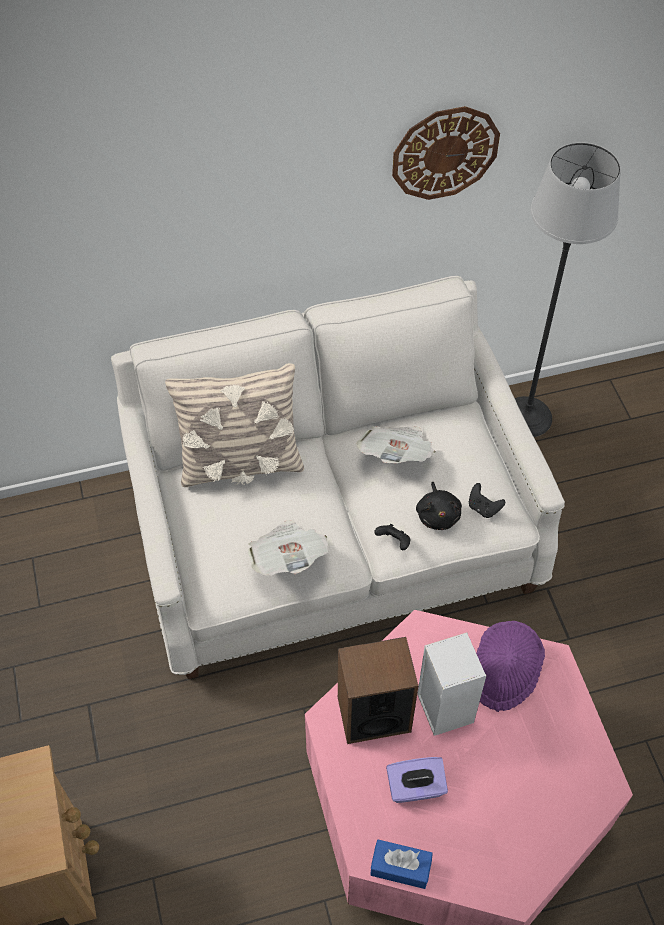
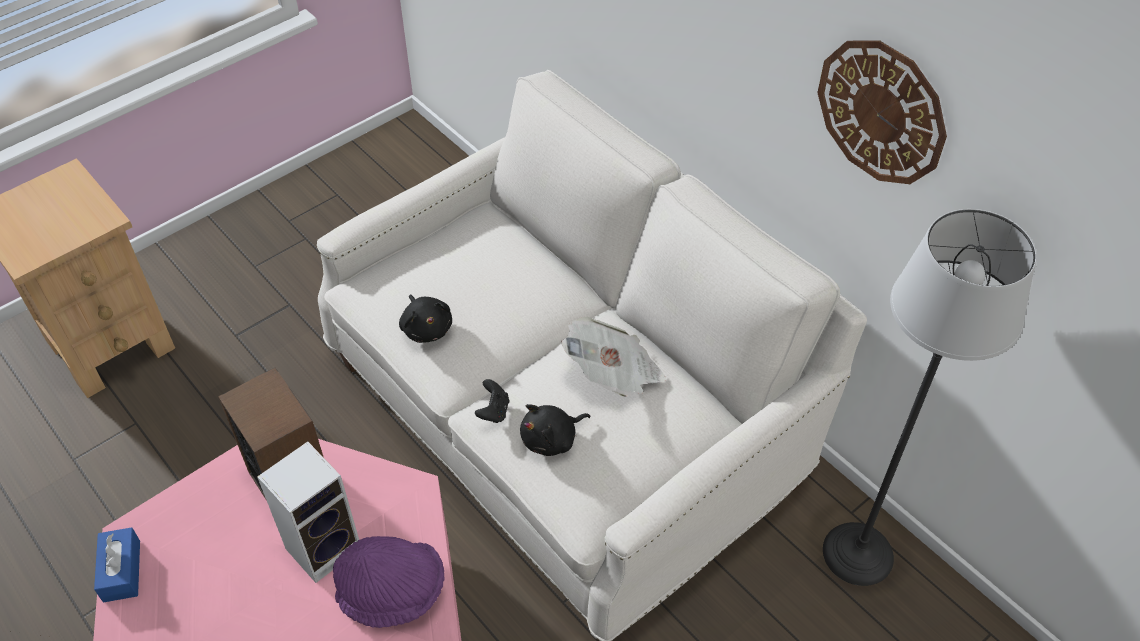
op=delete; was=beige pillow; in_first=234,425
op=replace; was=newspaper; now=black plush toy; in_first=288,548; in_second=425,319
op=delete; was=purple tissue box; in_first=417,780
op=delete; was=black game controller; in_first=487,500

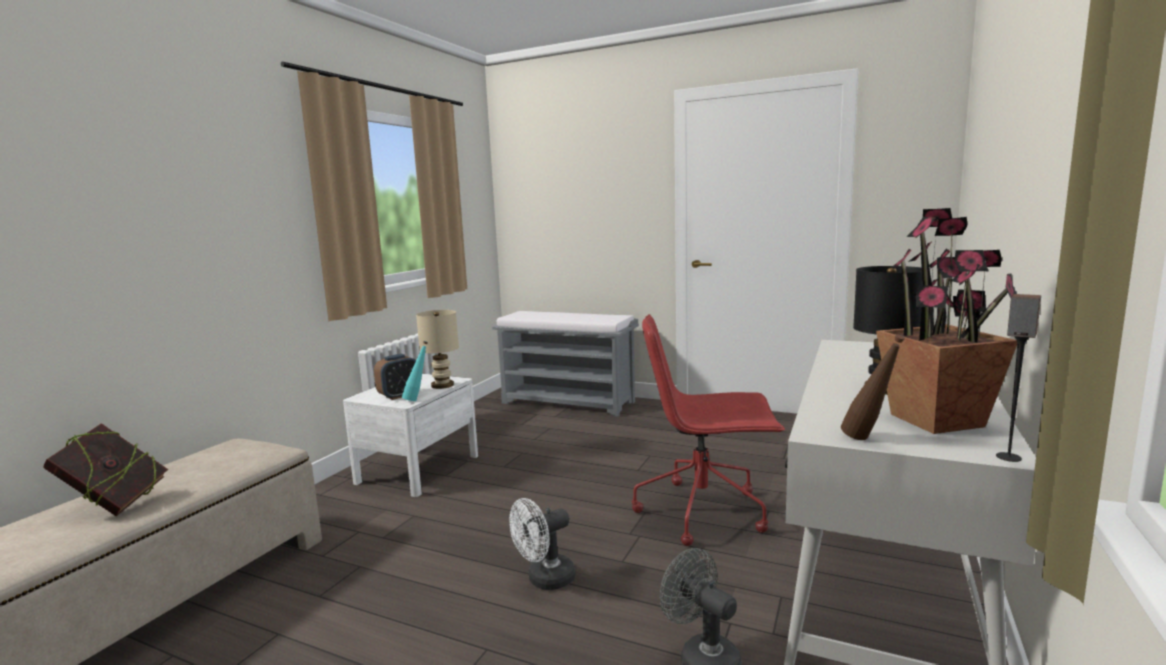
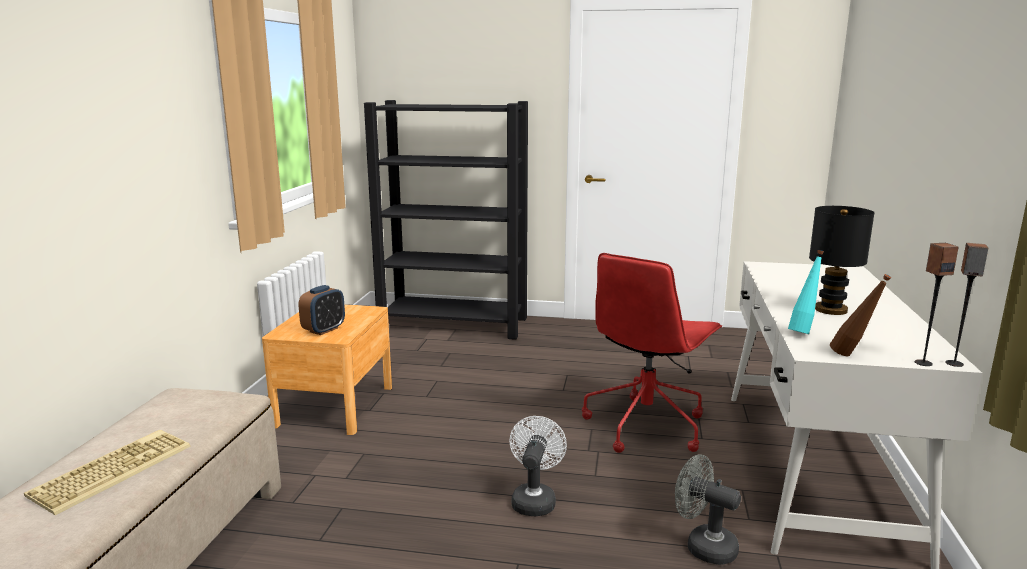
op=replace; was=book; now=keyboard; in_first=105,469; in_second=107,472
op=recolor; was=white nightstand; now=brown nightstand; in_first=410,435; in_second=327,369
op=move; was=turquoise bottle; in_first=415,371; in_second=806,292
op=delete; was=beige table lamp; in_first=437,349
op=replace; was=grey bench; now=black bookcase; in_first=565,364; in_second=446,220
op=rotate; was=white fan; in_first=542,544; in_second=538,466; clockwise=150
op=rotate; was=red office chair; in_first=708,430; in_second=652,353; clockwise=-45
op=delete; was=potted plant; in_first=946,321
op=insert; now=speaker; in_second=937,304

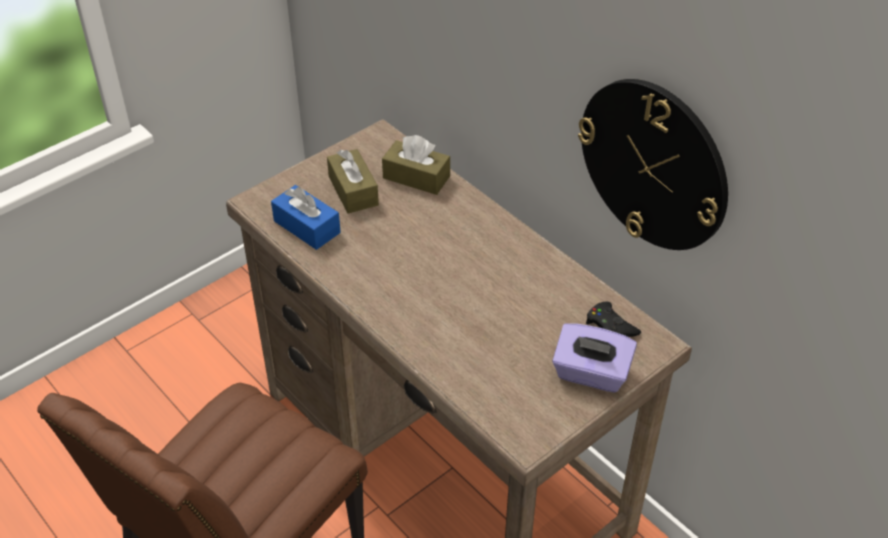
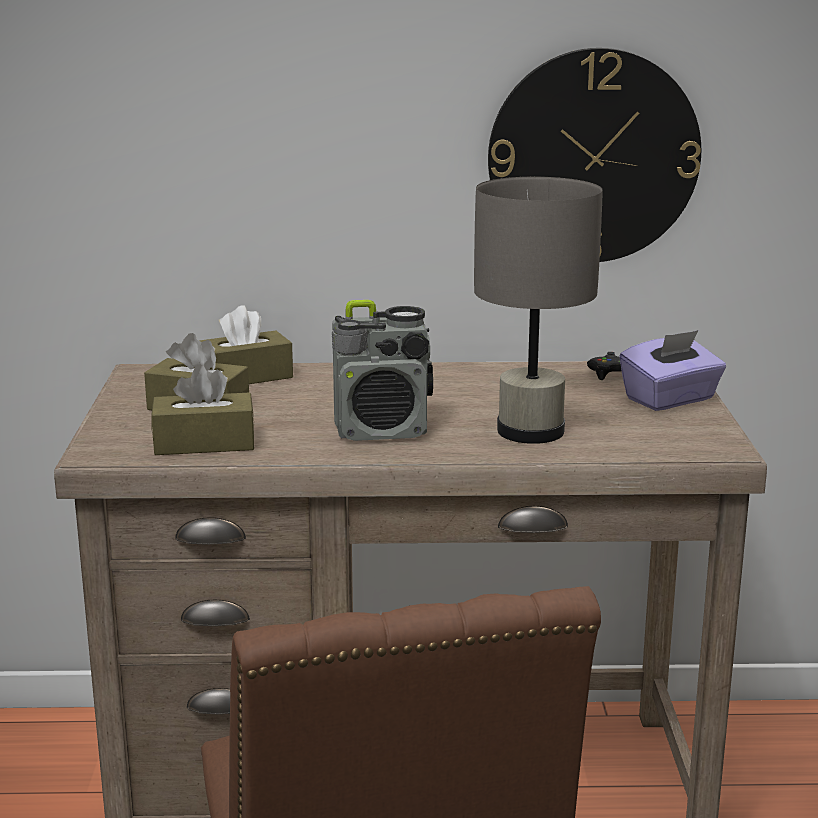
op=recolor; was=blue tissue box; now=brown tissue box; in_first=306,217; in_second=203,410
op=insert; now=radio; in_second=382,370
op=insert; now=grey table lamp; in_second=538,310

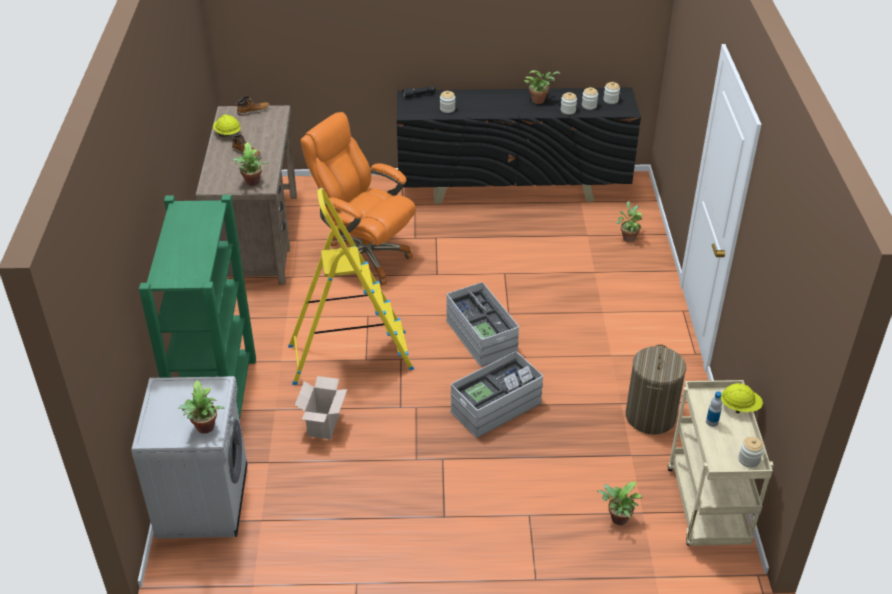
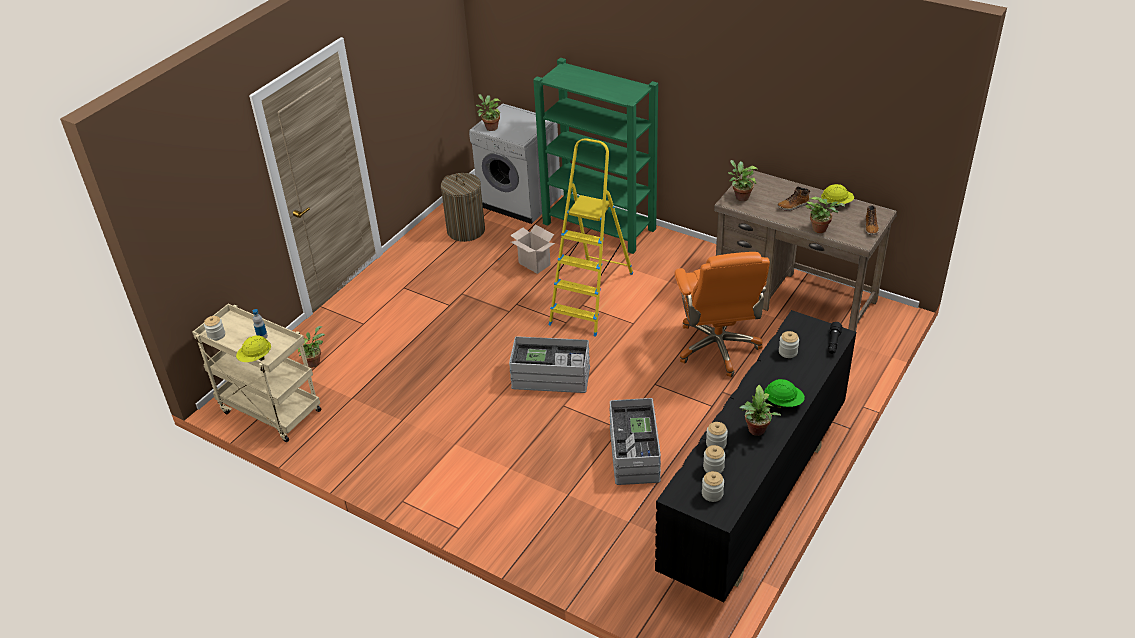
op=rotate; was=orange office chair; in_first=358,198; in_second=722,314; clockwise=105
op=move; was=grey storage box; in_first=496,394; in_second=635,441
op=move; was=potted plant; in_first=629,221; in_second=825,215
op=move; was=laundry basket; in_first=656,389; in_second=463,207
op=insert; now=green hard hat; in_second=784,393

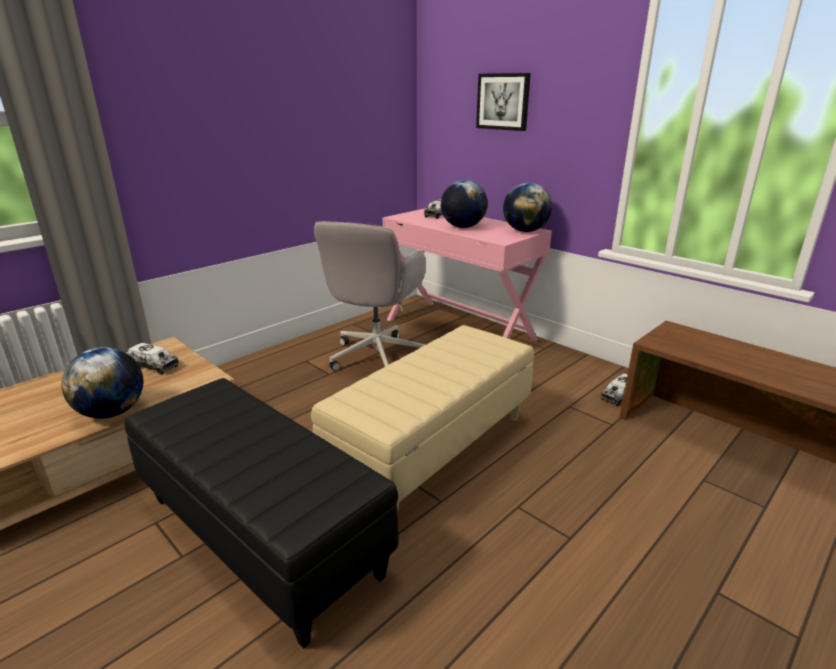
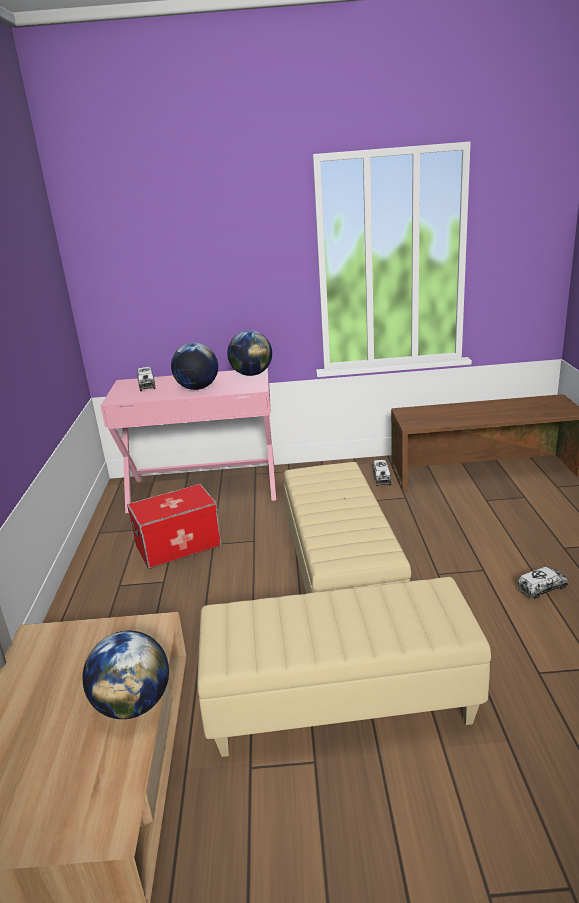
op=recolor; was=black ottoman; now=beige ottoman; in_first=262,513; in_second=344,667
op=move; was=toy truck; in_first=153,359; in_second=542,583
op=replace; was=grey office chair; now=storage box; in_first=370,296; in_second=174,526
op=delete; was=picture; in_first=503,102

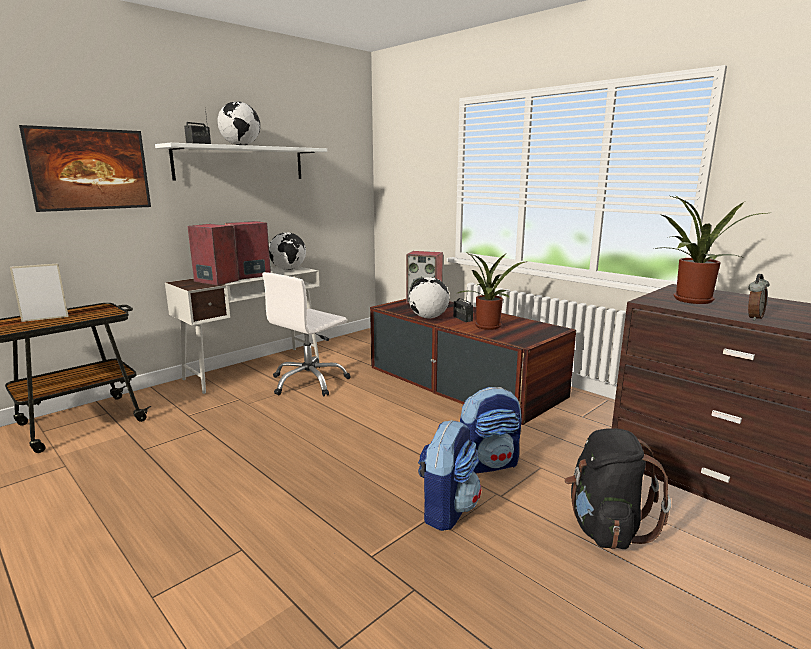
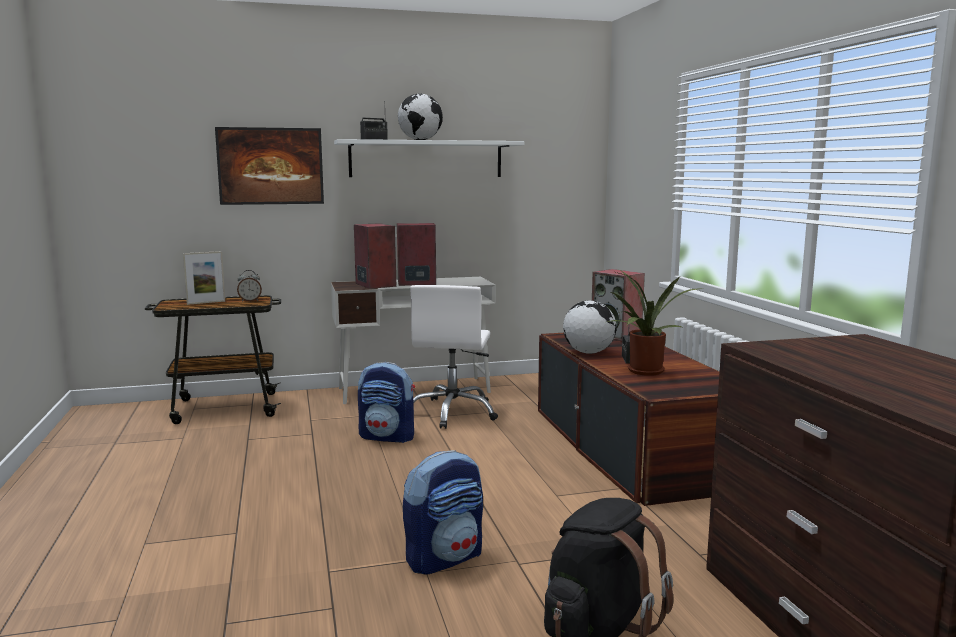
op=rotate; was=picture frame; in_first=39,292; in_second=204,278; clockwise=150
op=rotate; was=white office chair; in_first=306,334; in_second=454,357; clockwise=-60
op=delete; was=globe; in_first=287,251
op=move; was=backpack; in_first=490,430; in_second=386,402
op=delete; was=potted plant; in_first=711,249
op=move; was=alarm clock; in_first=758,297; in_second=249,286

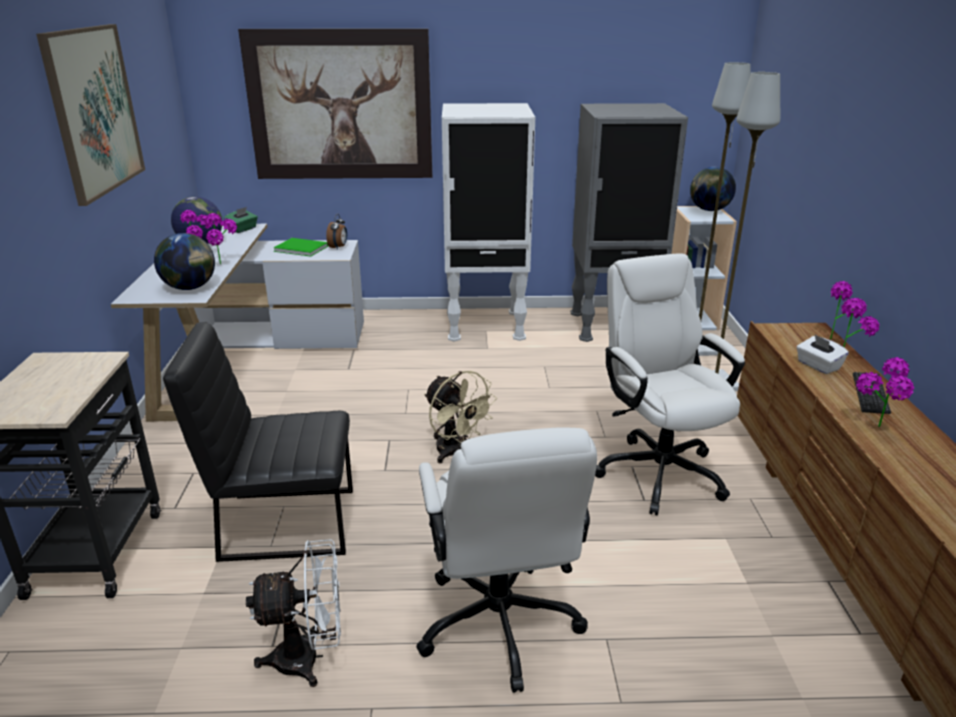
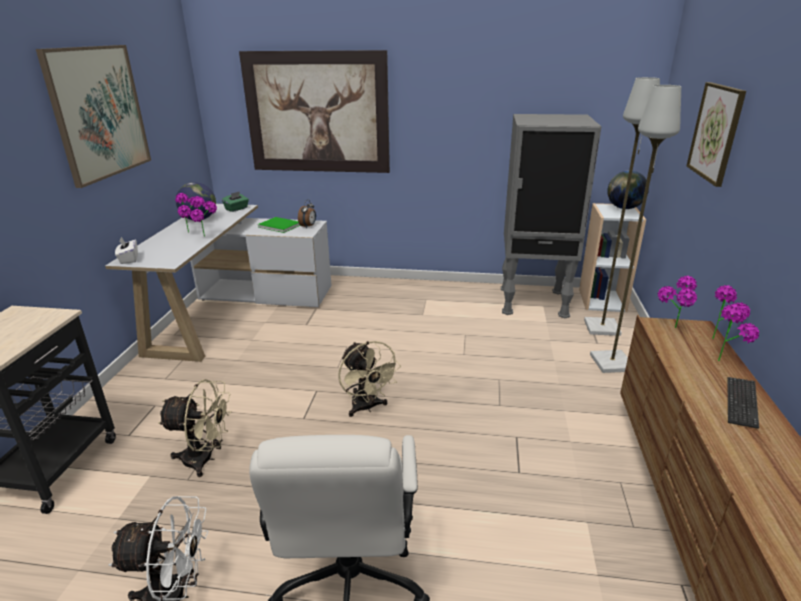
op=delete; was=globe; in_first=184,261
op=replace; was=black chair; now=beige fan; in_first=258,442; in_second=194,428
op=delete; was=white cabinet; in_first=488,222
op=delete; was=white office chair; in_first=670,384
op=move; was=white tissue box; in_first=822,354; in_second=126,250
op=move; was=potted plant; in_first=885,392; in_second=677,302
op=insert; now=picture; in_second=716,134

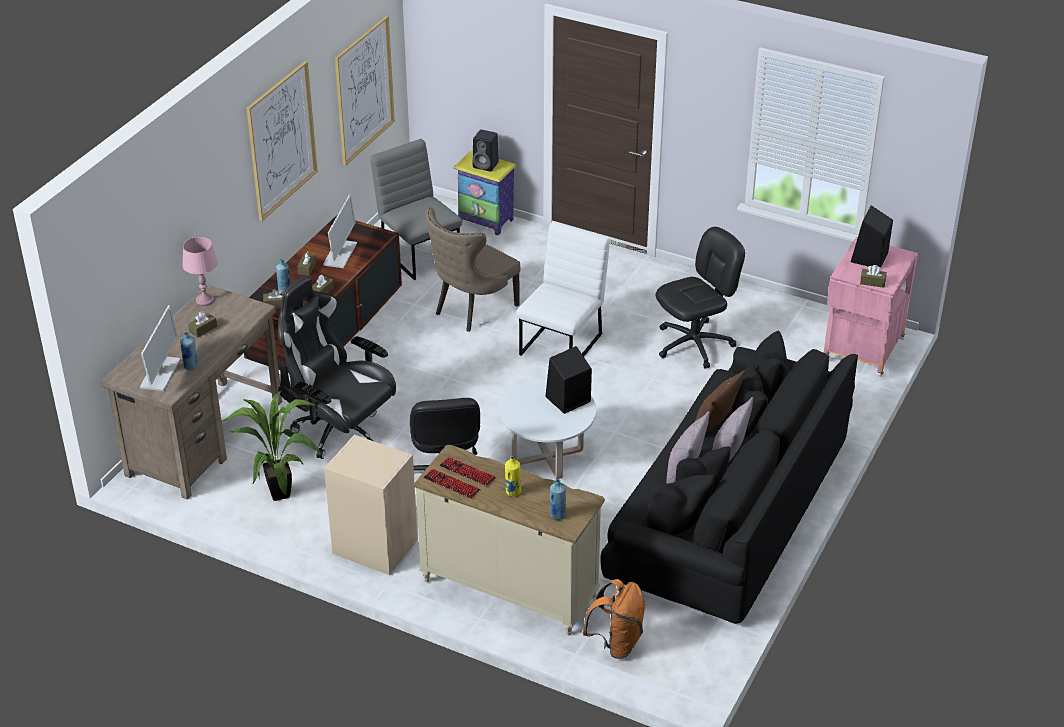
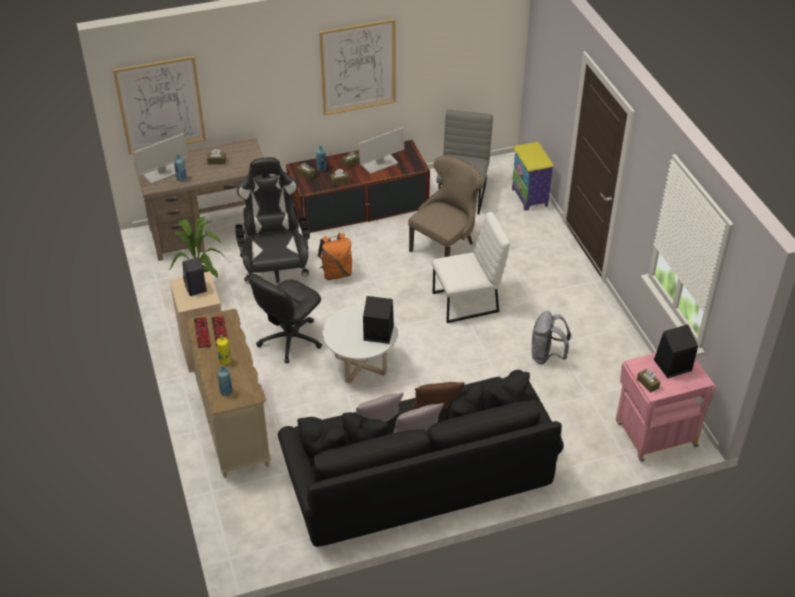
op=delete; was=pink table lamp; in_first=200,271
op=move; was=picture; in_first=365,91; in_second=159,105
op=rotate; was=beige chair; in_first=473,269; in_second=445,206; clockwise=135
op=move; was=black speaker; in_first=485,150; in_second=195,277
op=move; was=orange backpack; in_first=614,619; in_second=335,256
op=replace; was=black office chair; now=grey backpack; in_first=700,297; in_second=551,337

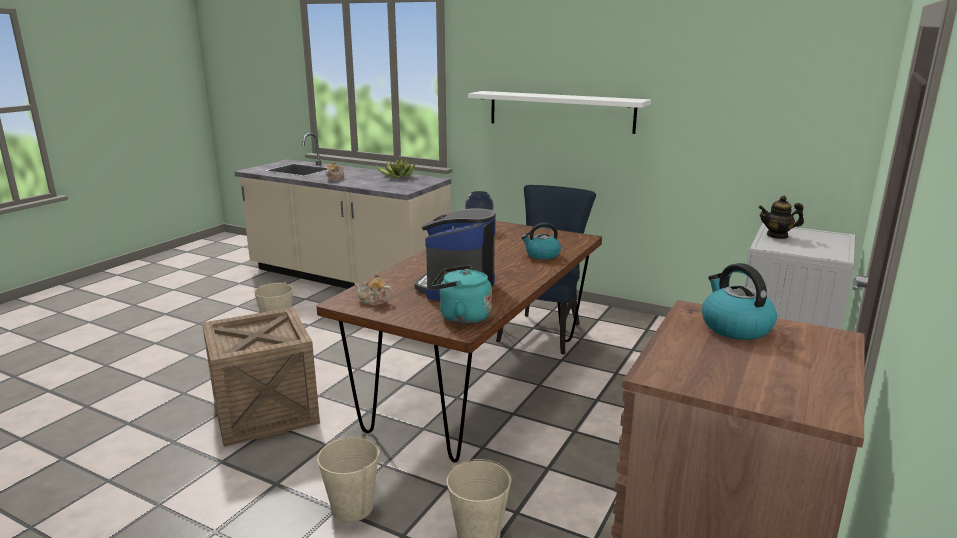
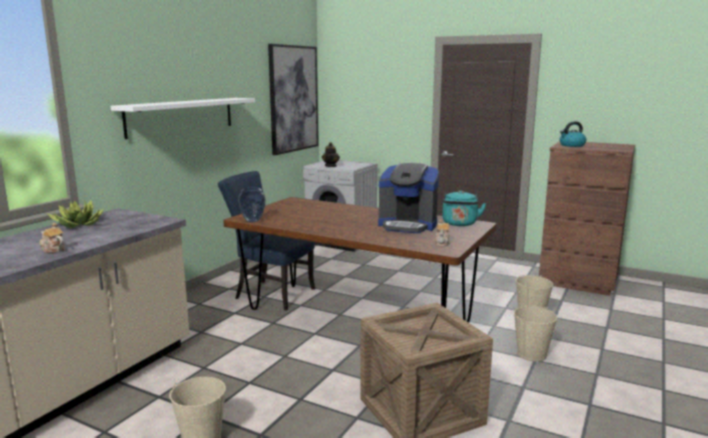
op=delete; was=kettle; in_first=541,241
op=insert; now=picture; in_second=293,99

